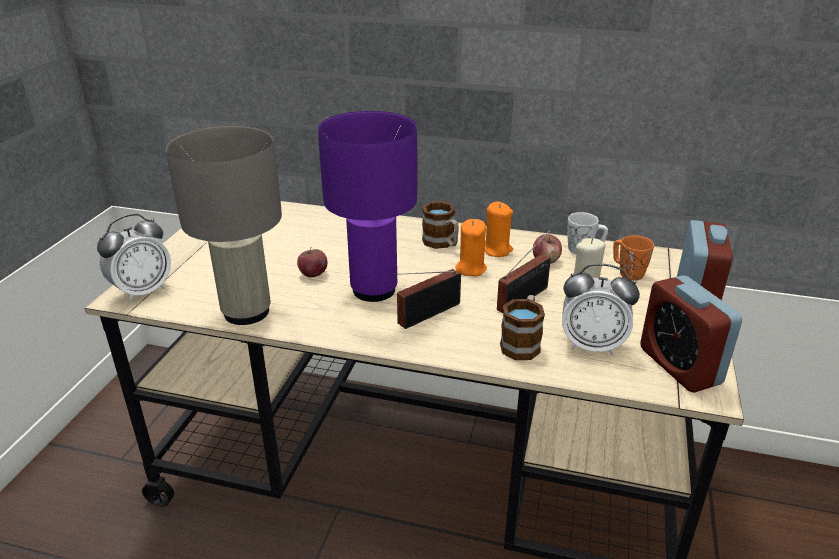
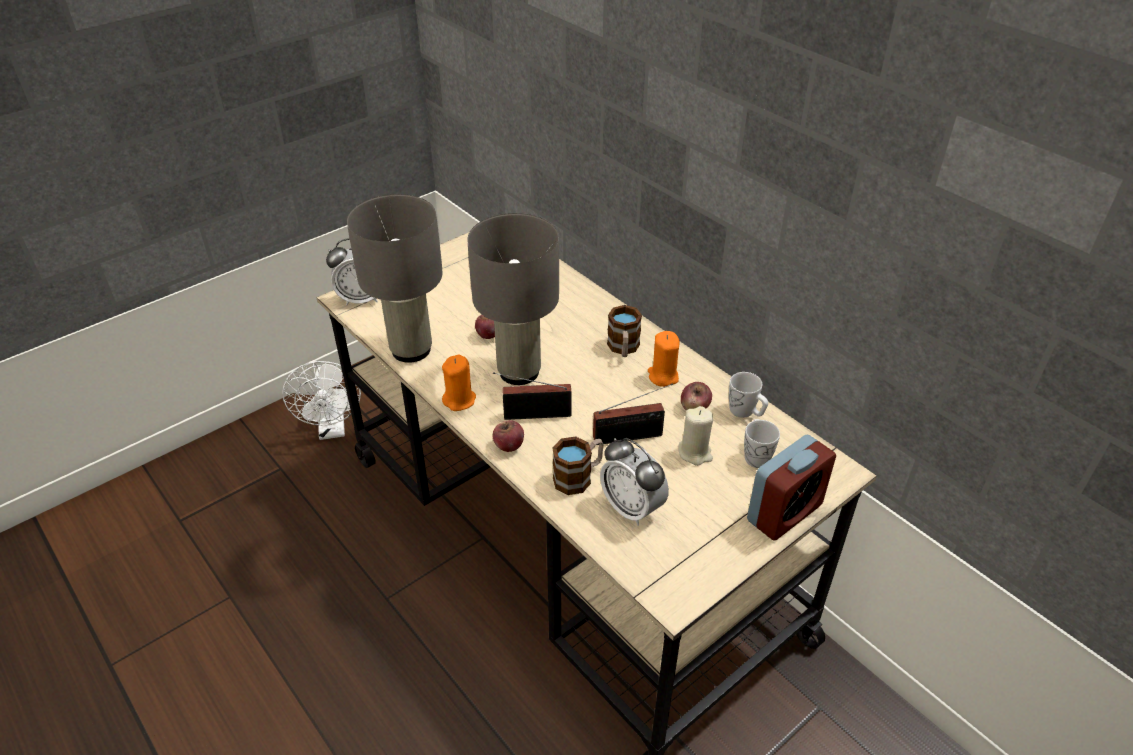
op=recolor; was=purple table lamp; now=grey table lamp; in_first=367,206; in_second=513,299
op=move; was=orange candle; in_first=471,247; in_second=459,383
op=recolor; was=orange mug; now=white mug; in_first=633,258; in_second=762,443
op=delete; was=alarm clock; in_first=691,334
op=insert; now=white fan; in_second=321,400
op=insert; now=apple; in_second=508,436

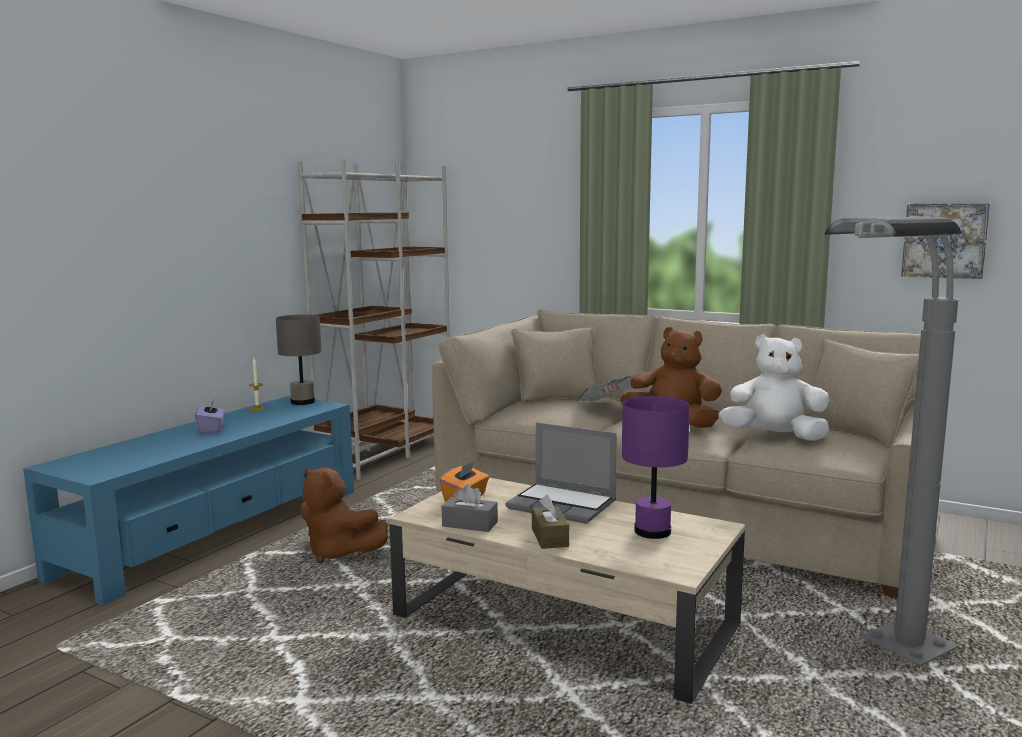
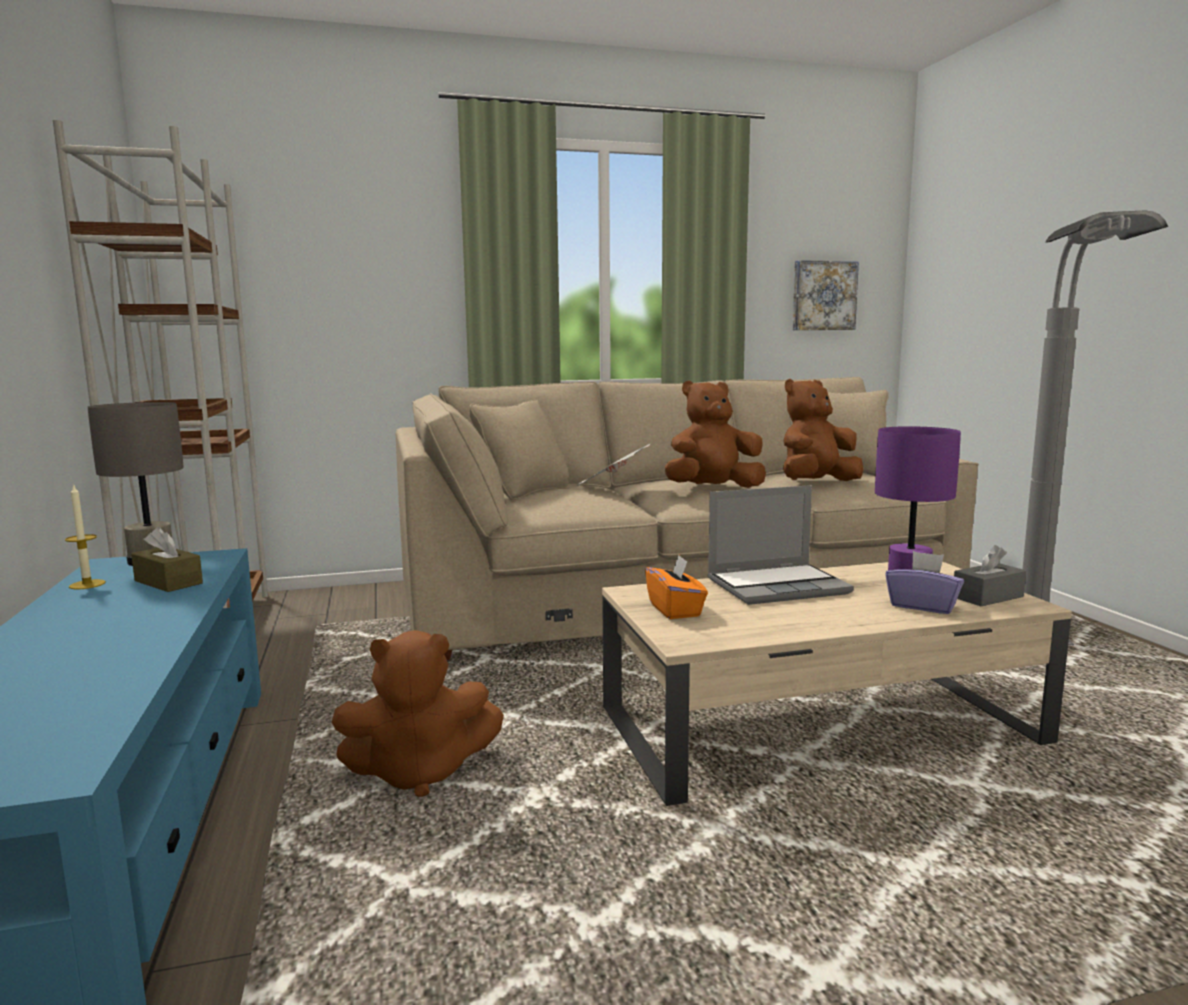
op=move; was=purple tissue box; in_first=210,416; in_second=924,582
op=move; was=grey tissue box; in_first=470,508; in_second=990,575
op=move; was=brown tissue box; in_first=550,522; in_second=167,559
op=recolor; was=white plush toy; now=brown plush toy; in_first=774,387; in_second=823,430

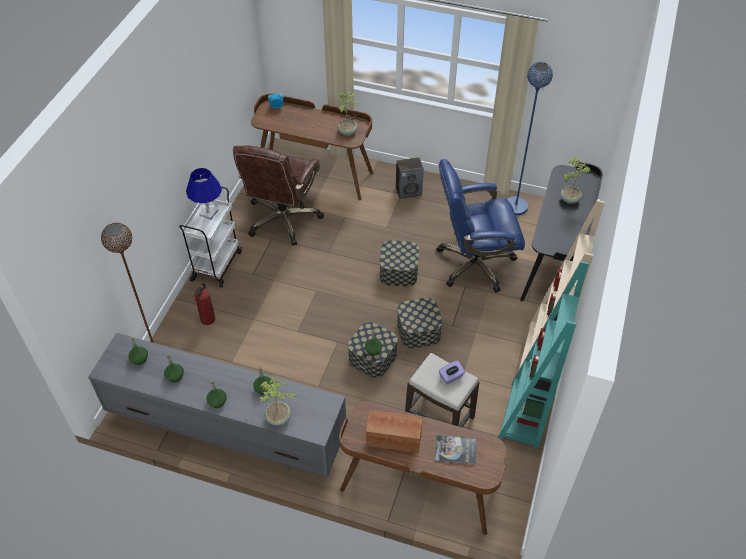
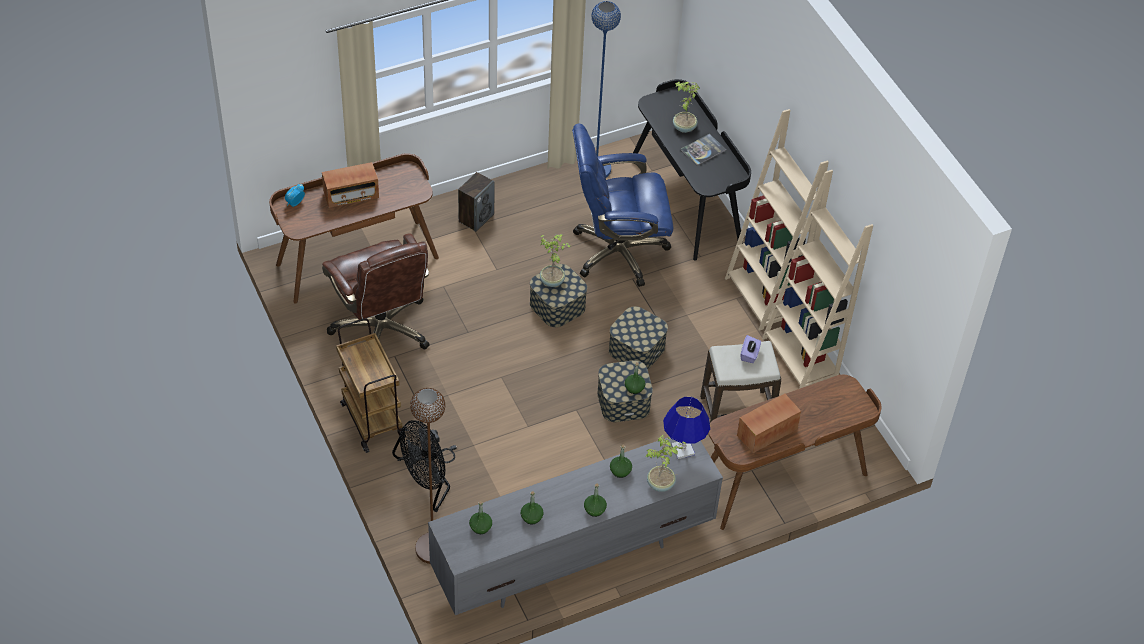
op=recolor; was=white cart; now=brown cart; in_first=211,236; in_second=370,385
op=move; was=blue table lamp; in_first=204,194; in_second=686,428
op=replace; was=fire extinguisher; now=black fan; in_first=204,304; in_second=424,466
op=move; was=potted plant; in_first=348,114; in_second=555,260
op=move; was=book; in_first=455,450; in_second=703,150
op=rotate; was=blue office chair; in_first=480,225; in_second=622,205; clockwise=45
op=recolor; was=turquoise bookcase; now=beige bookcase; in_first=543,355; in_second=817,279
op=insert; now=radio; in_second=350,185

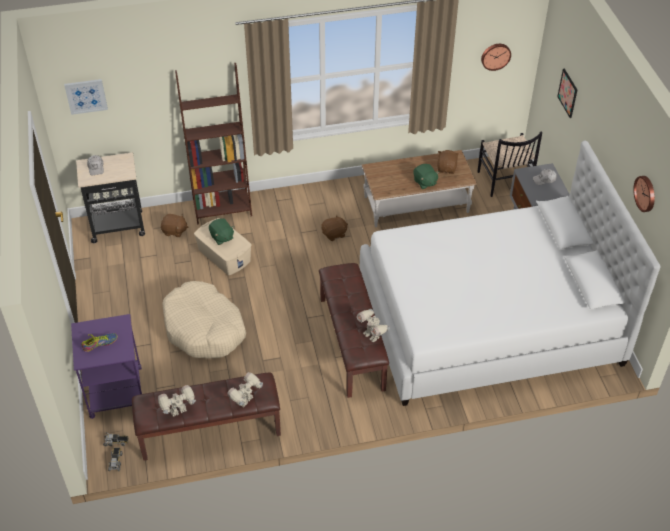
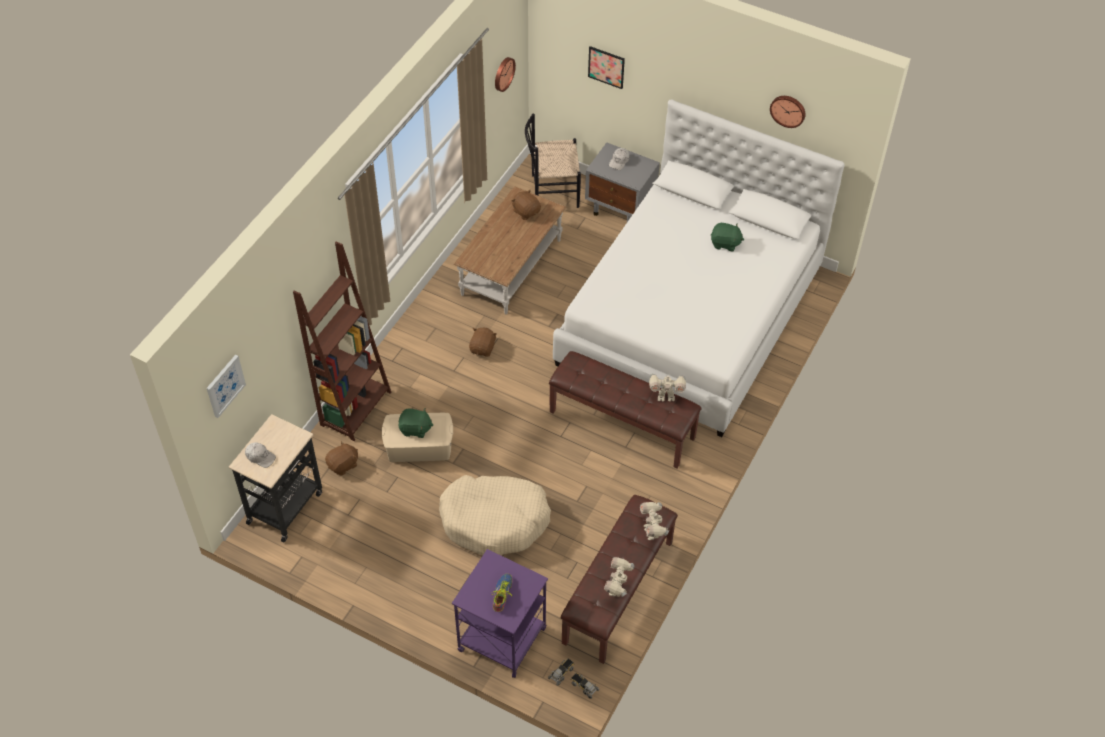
op=move; was=green plush toy; in_first=426,176; in_second=727,237
op=rotate; was=black chair; in_first=509,164; in_second=553,160; clockwise=150

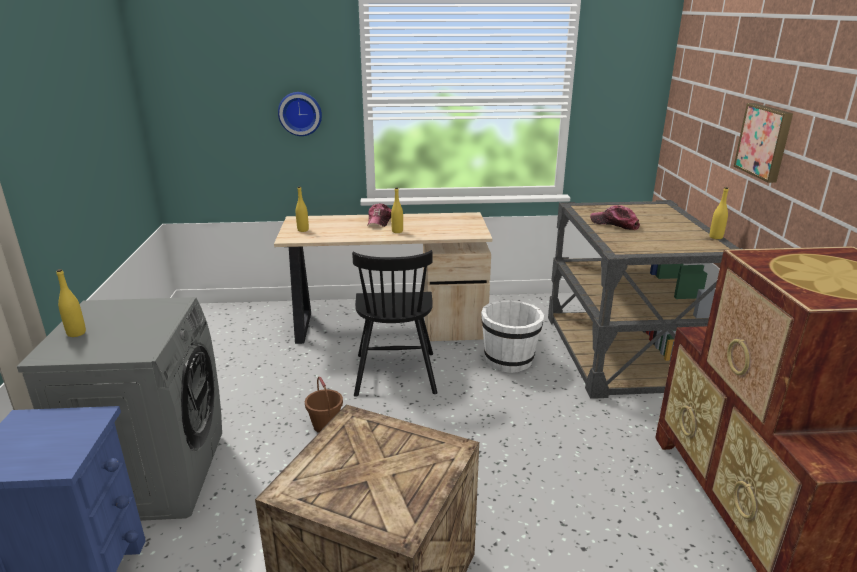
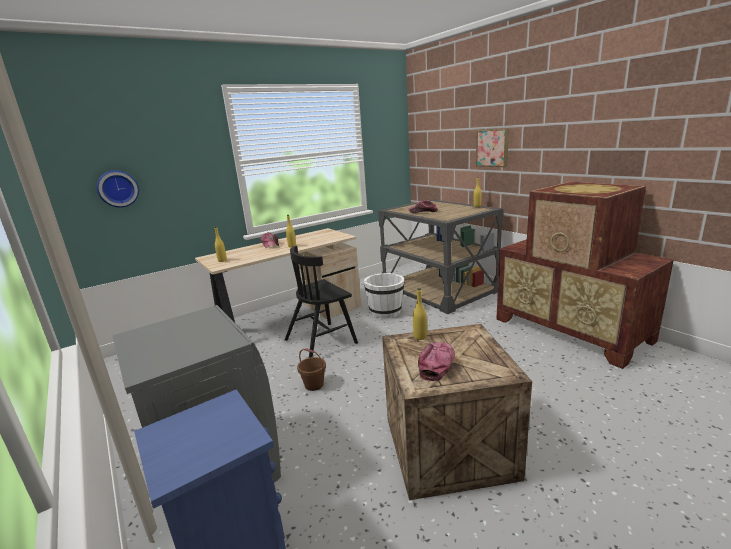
op=move; was=yellow bottle; in_first=71,303; in_second=420,314
op=move; was=wall clock; in_first=300,114; in_second=118,189
op=rotate; was=black chair; in_first=394,323; in_second=321,302; clockwise=90
op=insert; now=cap; in_second=436,361

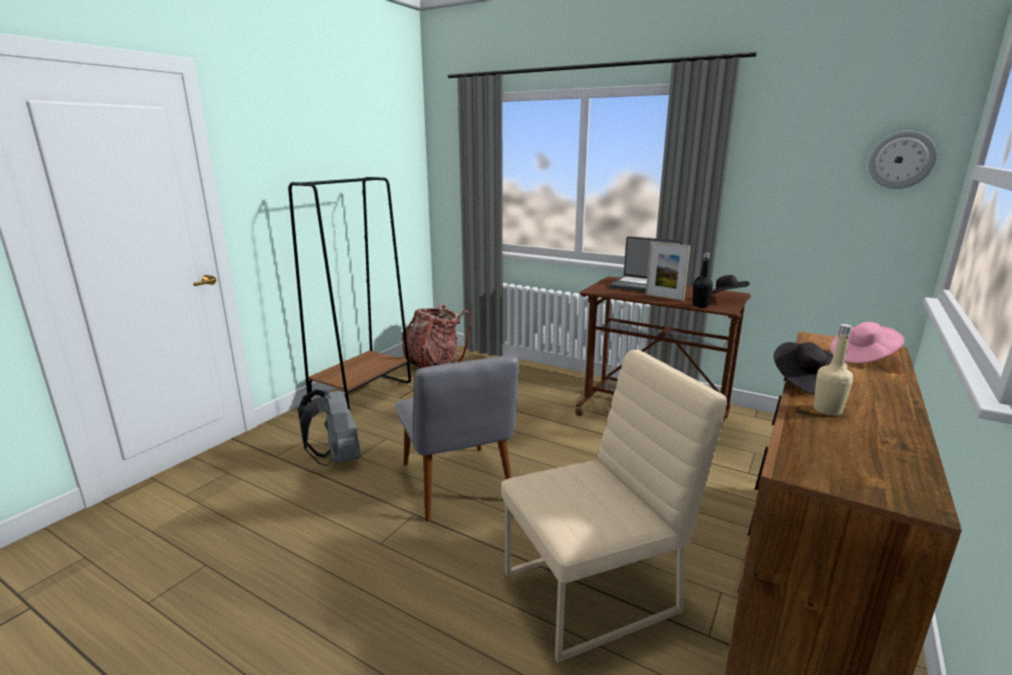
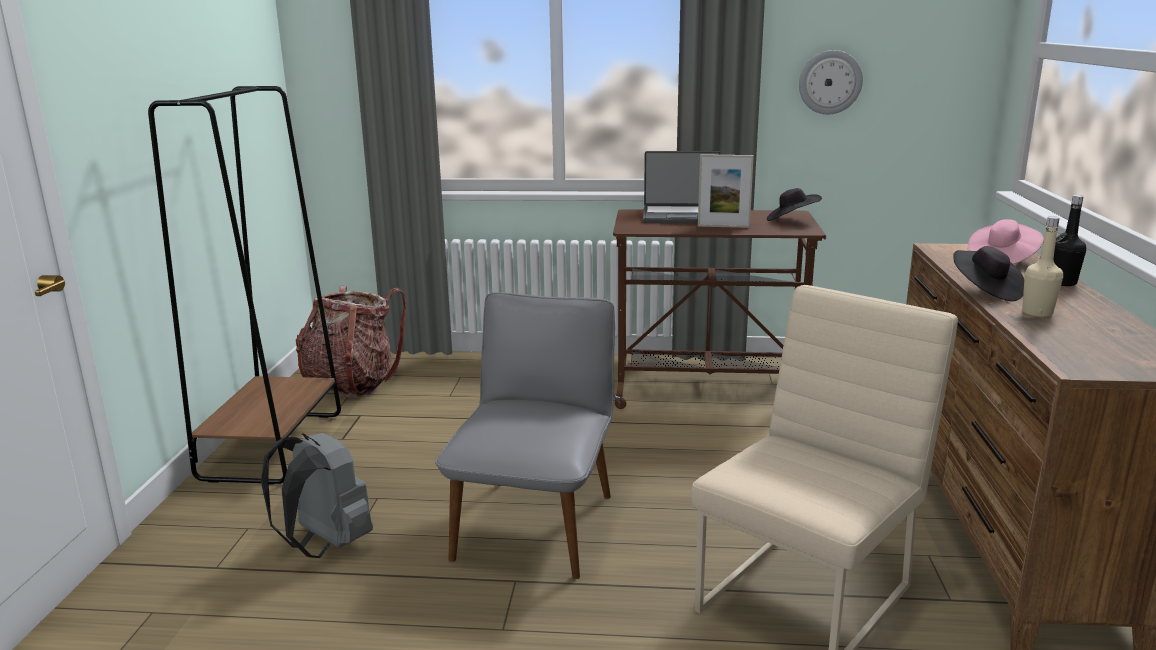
op=rotate; was=grey chair; in_first=457,438; in_second=525,435; clockwise=-120
op=move; was=black bottle; in_first=703,280; in_second=1070,240
op=move; was=wall clock; in_first=902,160; in_second=831,82

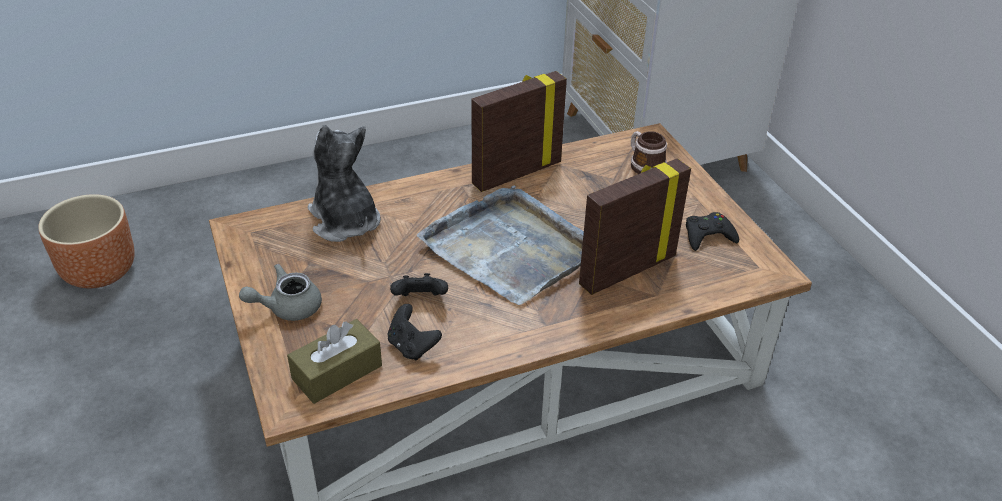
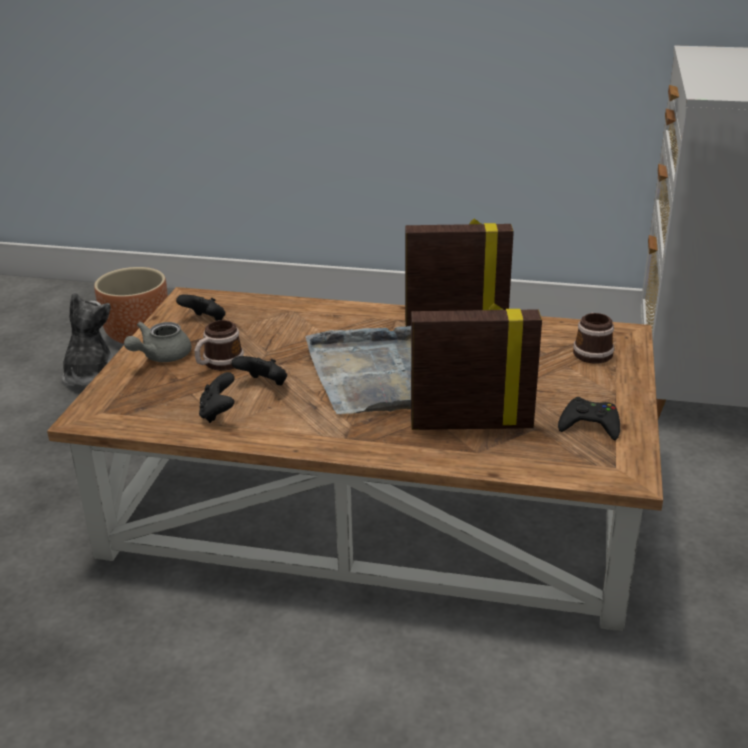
op=rotate; was=grey teapot; in_first=280,292; in_second=157,342; clockwise=-60
op=delete; was=brown tissue box; in_first=334,361
op=move; was=plush toy; in_first=344,183; in_second=88,339
op=insert; now=black game controller; in_second=201,307
op=insert; now=mug; in_second=219,345

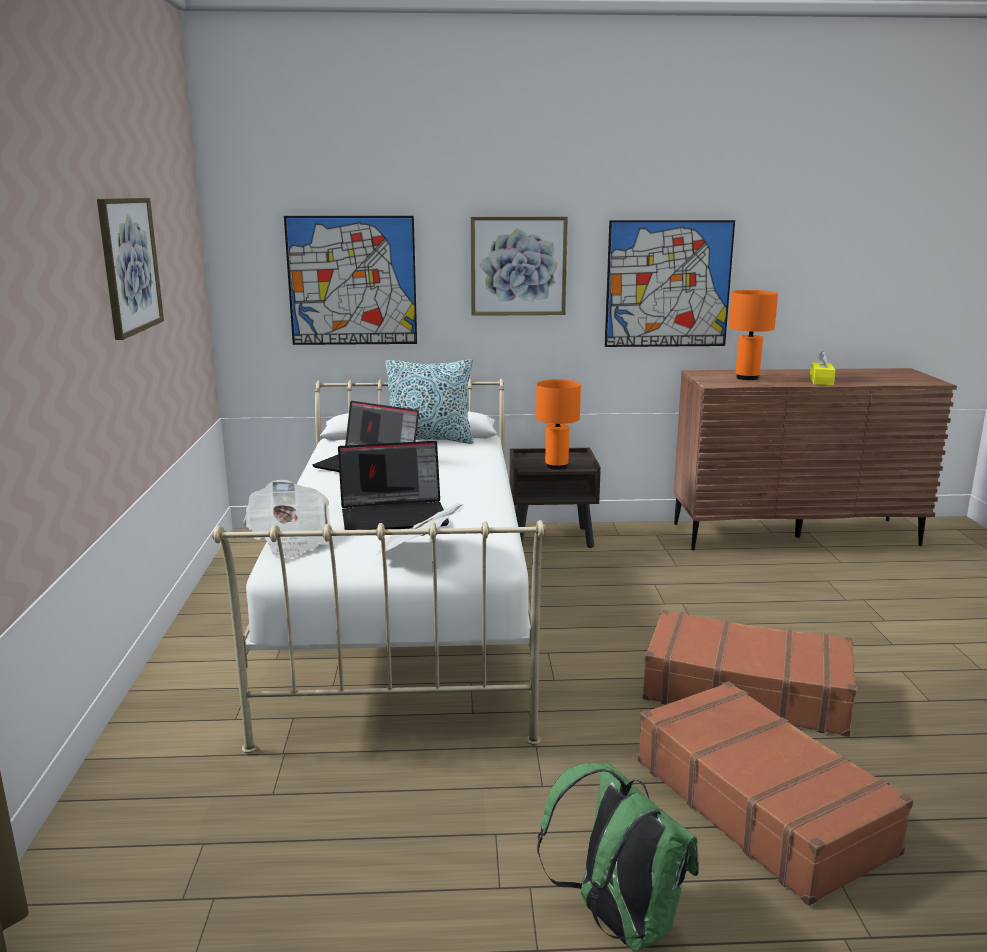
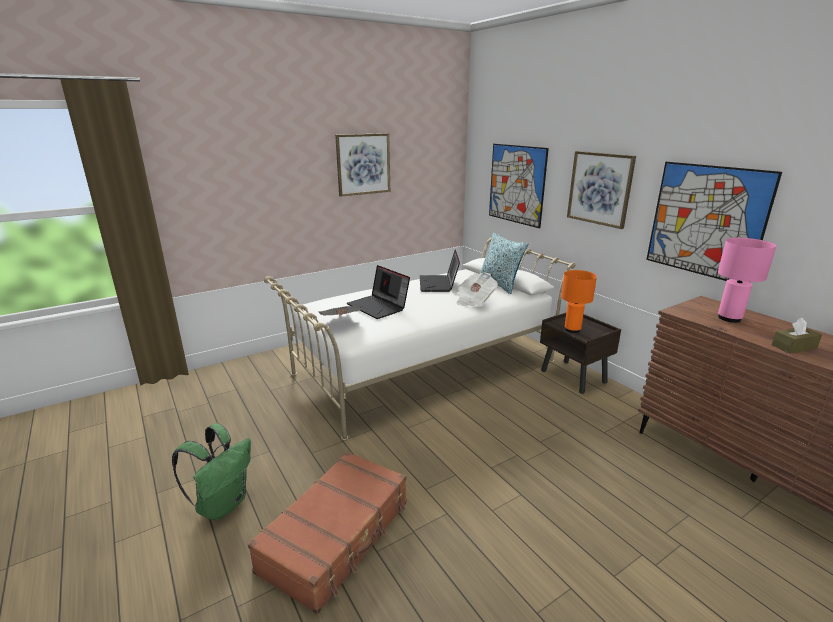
op=move; was=newspaper; in_first=287,519; in_second=477,289
op=delete; was=brown suitcase; in_first=749,673
op=recolor; was=orange table lamp; now=pink table lamp; in_first=753,335; in_second=747,280
op=recolor; was=yellow tissue box; now=brown tissue box; in_first=822,368; in_second=797,336

